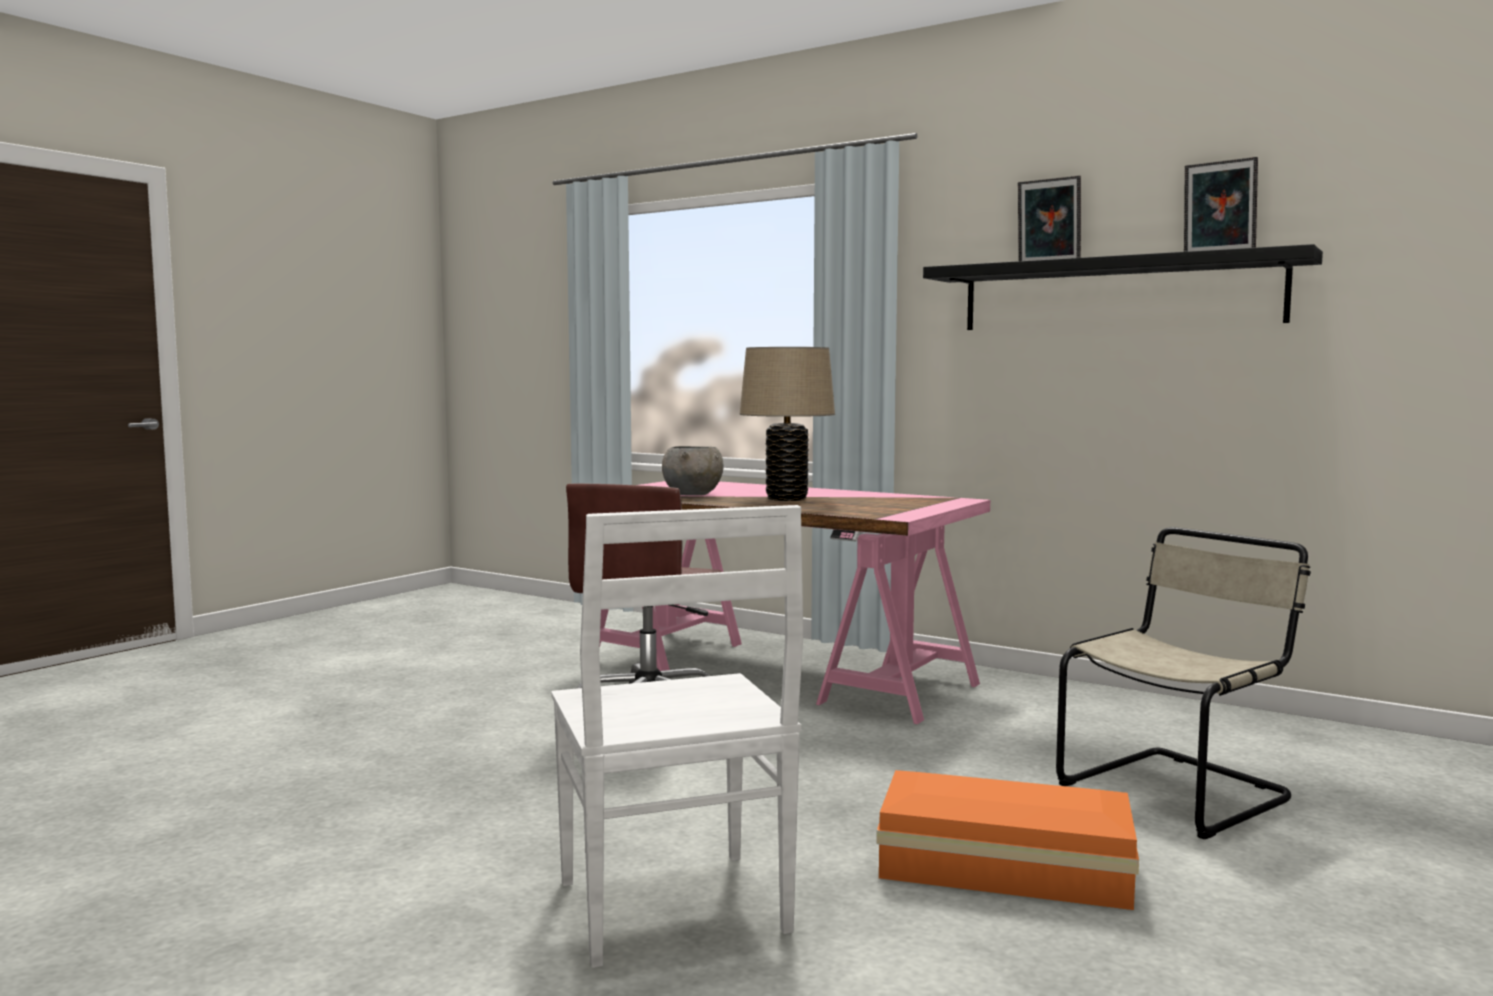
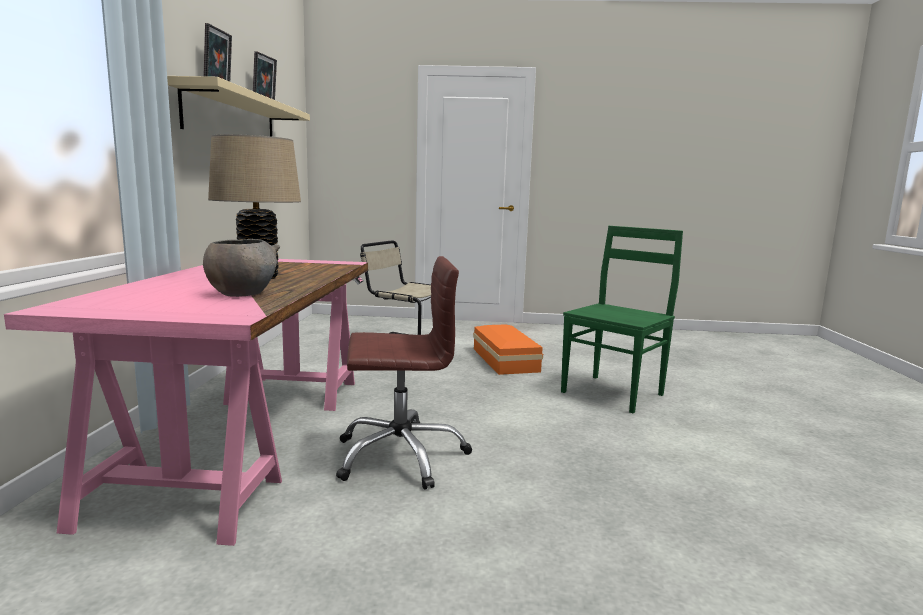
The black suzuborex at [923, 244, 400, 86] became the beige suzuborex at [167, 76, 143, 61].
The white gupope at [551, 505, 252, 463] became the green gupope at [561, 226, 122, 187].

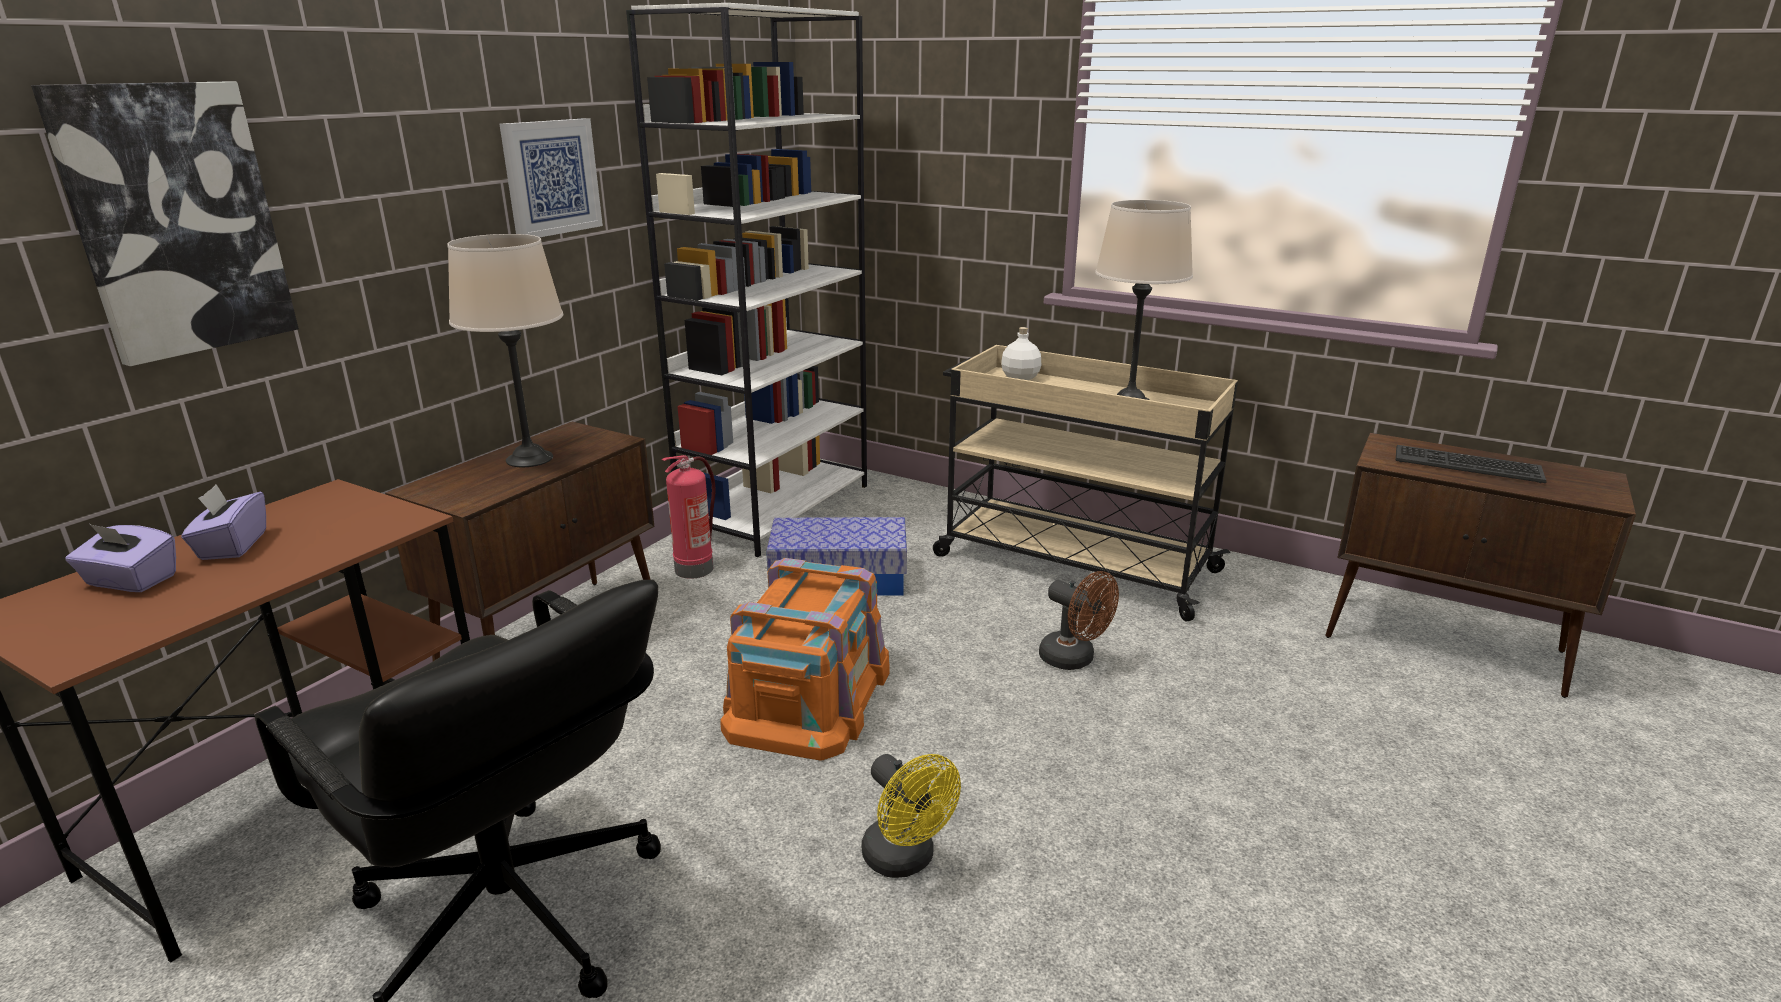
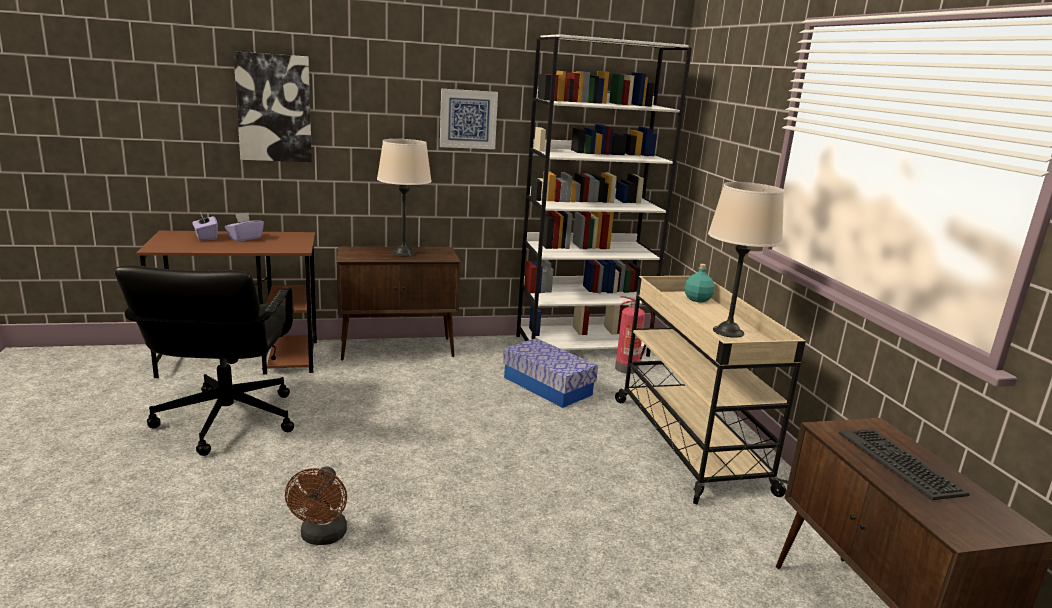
The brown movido moved from [1039, 571, 80, 99] to [285, 466, 62, 79].
The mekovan moved from [662, 455, 53, 124] to [615, 296, 39, 78].
The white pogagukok at [1001, 327, 40, 53] became the turquoise pogagukok at [684, 264, 31, 39].
The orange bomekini at [720, 558, 169, 203] disappeared.
The yellow movido at [862, 754, 99, 124] disappeared.

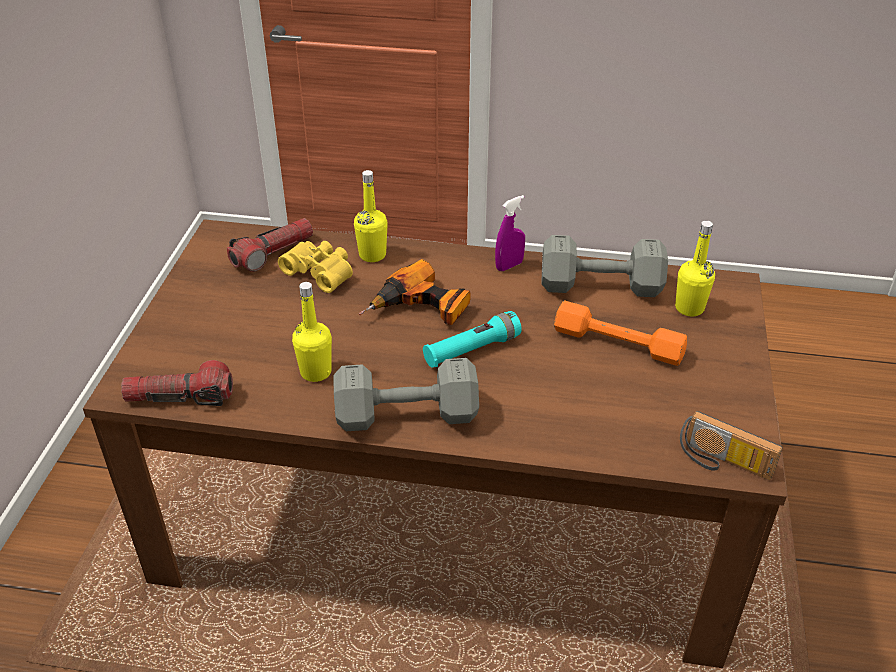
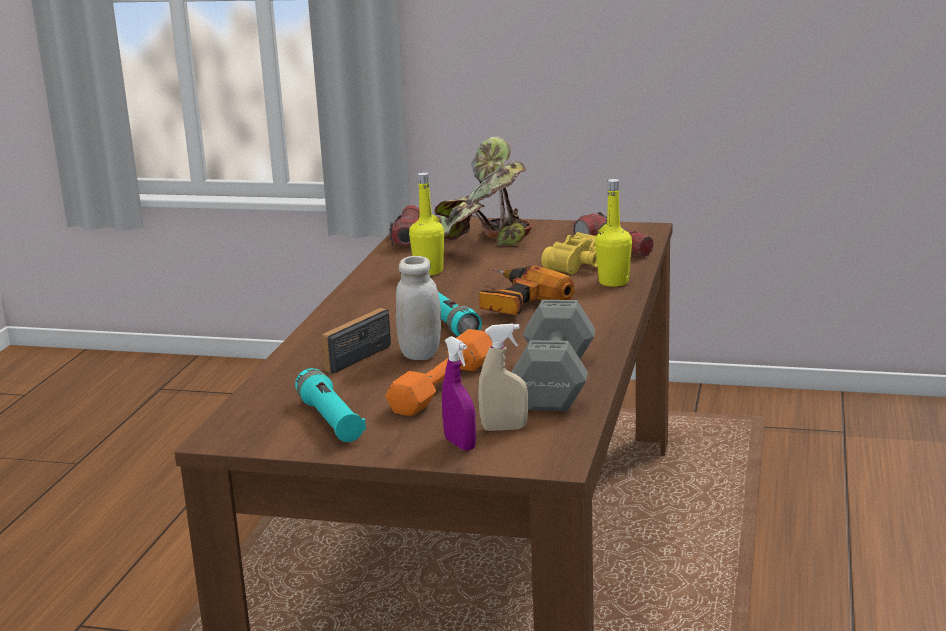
The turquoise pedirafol at [295, 368, 71, 74] appeared.
The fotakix moved from [680, 411, 103, 69] to [321, 308, 70, 66].
The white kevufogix at [396, 256, 45, 104] appeared.
The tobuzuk at [435, 136, 97, 110] appeared.
The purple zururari moved from [495, 195, 30, 76] to [442, 336, 34, 115].
The yellow pogagukok at [675, 221, 40, 95] was replaced by the beige zururari at [478, 324, 50, 107].
The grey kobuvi at [334, 358, 145, 73] disappeared.

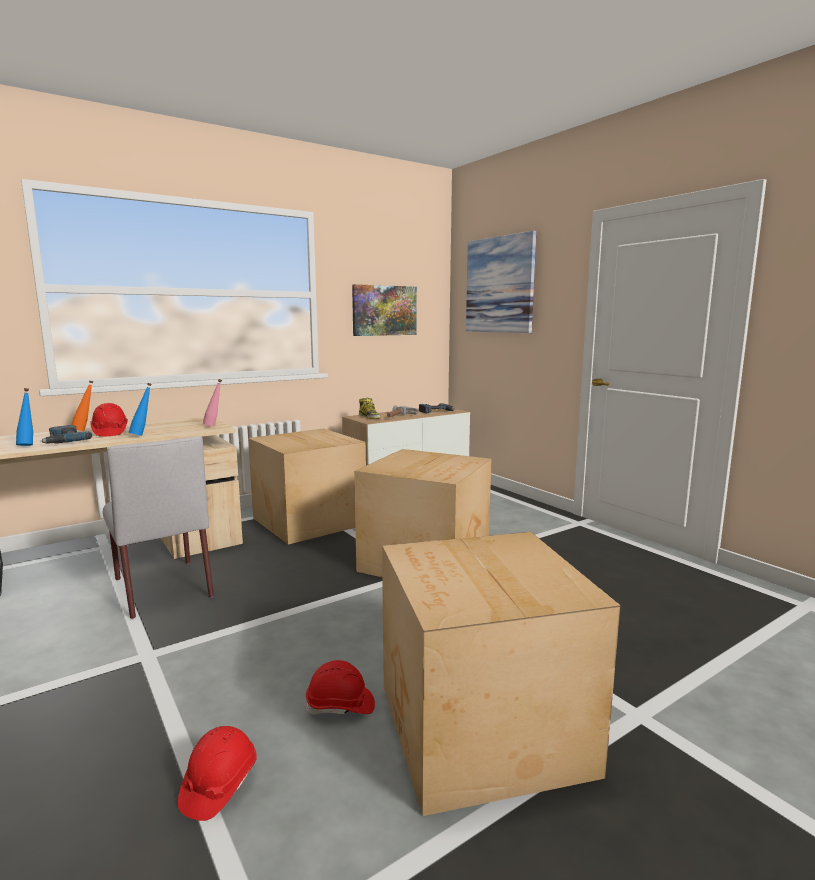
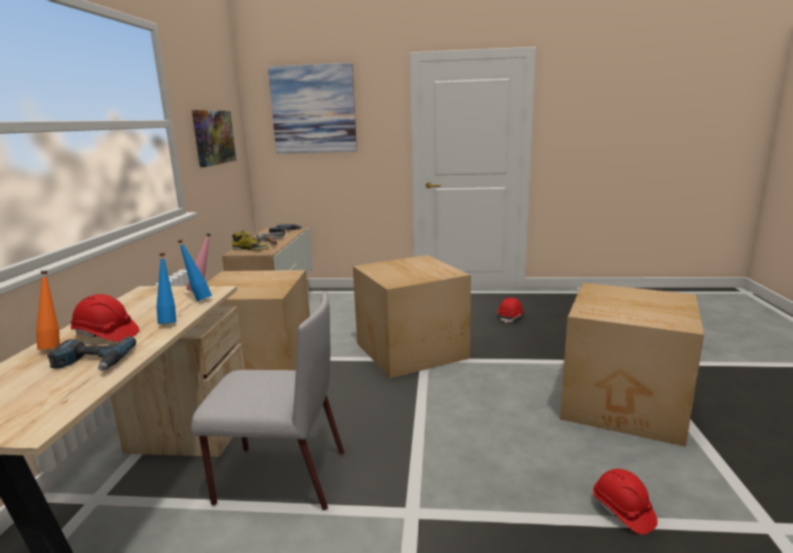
The blue pogagukok moved from [16, 388, 17, 58] to [178, 240, 34, 61].
The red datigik moved from [305, 660, 70, 55] to [498, 297, 26, 26].

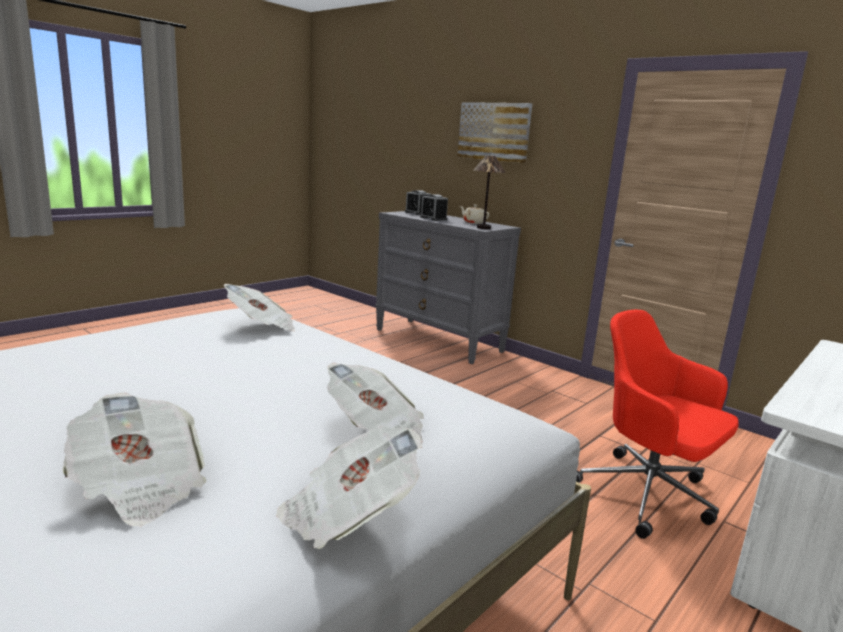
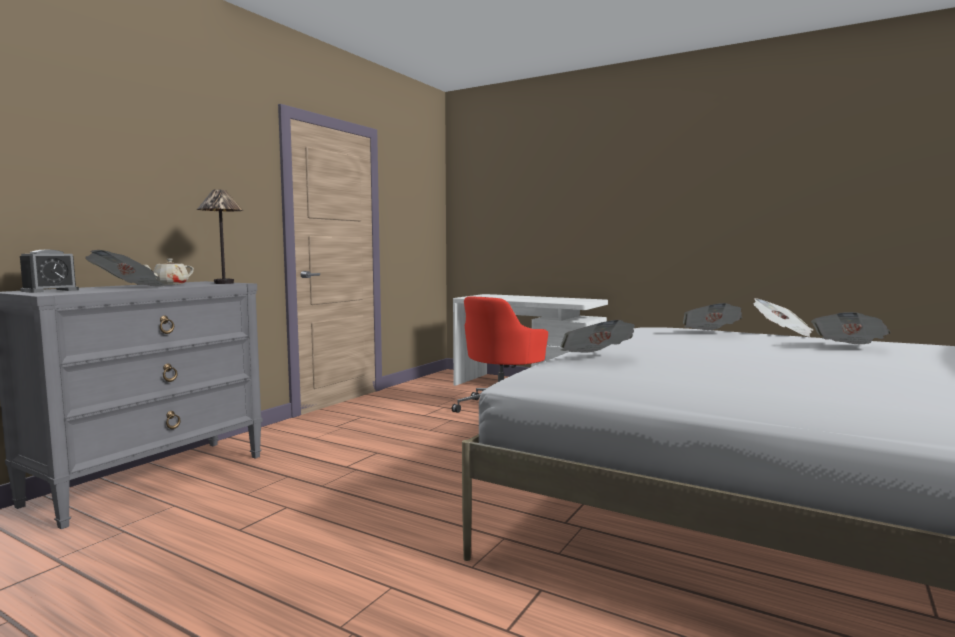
The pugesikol at [420, 194, 28, 27] was replaced by the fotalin at [85, 250, 80, 37].
The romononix at [457, 102, 75, 61] disappeared.

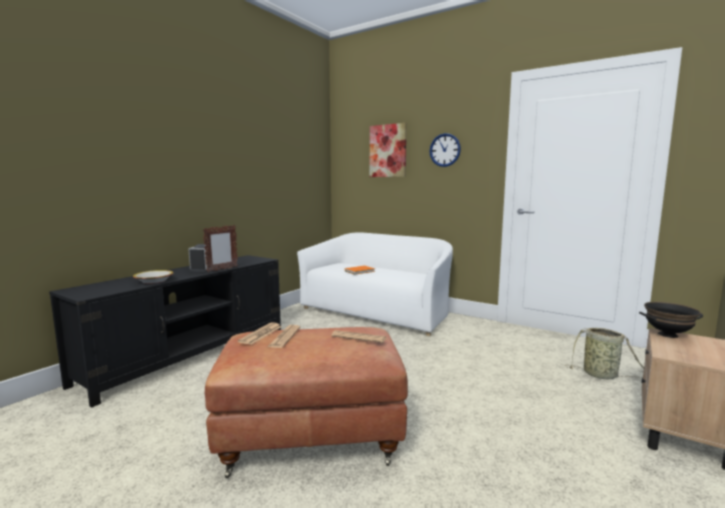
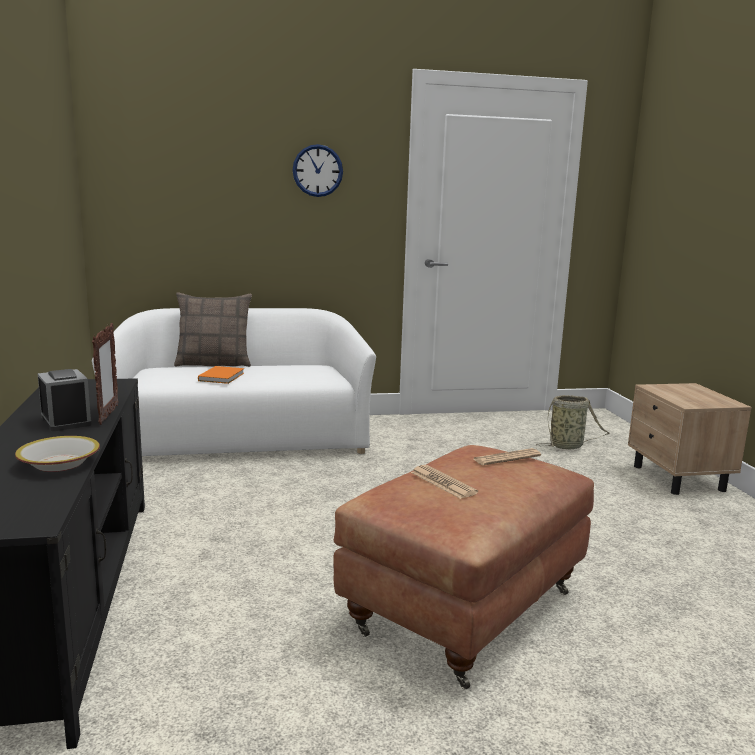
The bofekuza at [174, 292, 78, 75] appeared.
The fotalin at [238, 323, 43, 22] disappeared.
The romononix at [370, 123, 37, 54] disappeared.
The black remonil at [639, 302, 64, 36] disappeared.

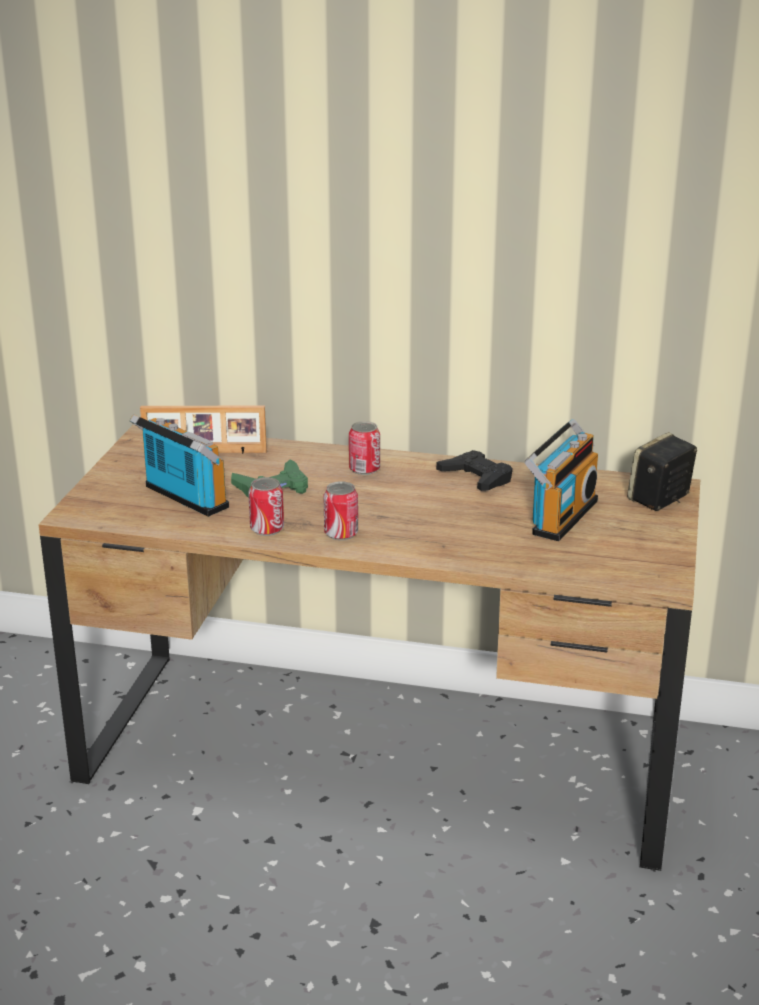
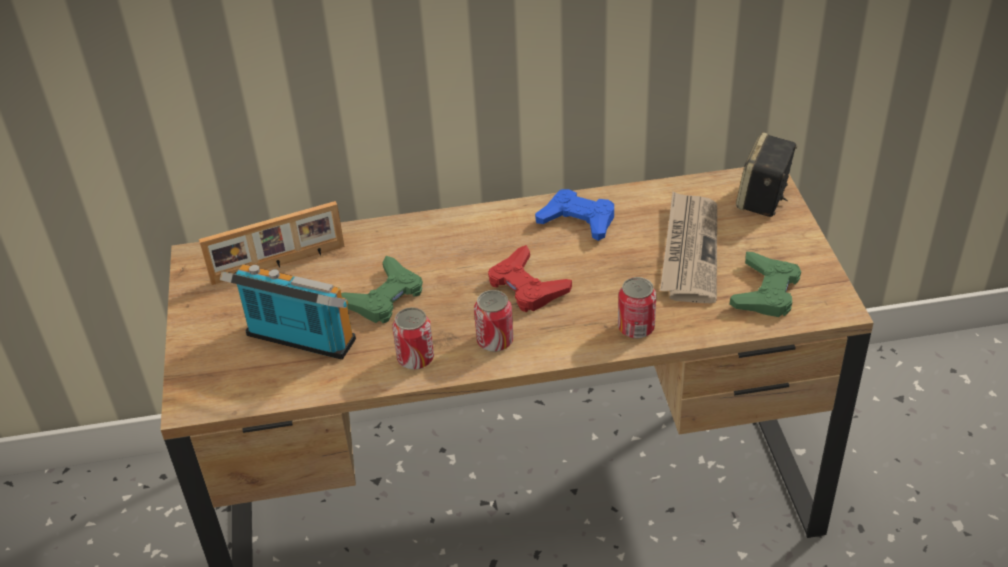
The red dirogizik at [488, 245, 84, 67] appeared.
The black dirogizik at [436, 450, 77, 41] became the blue dirogizik at [535, 189, 79, 52].
The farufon moved from [349, 421, 31, 54] to [618, 277, 39, 62].
The fotakix at [524, 419, 74, 122] was replaced by the fotalin at [660, 191, 57, 112].
The green dirogizik at [730, 251, 71, 66] appeared.

